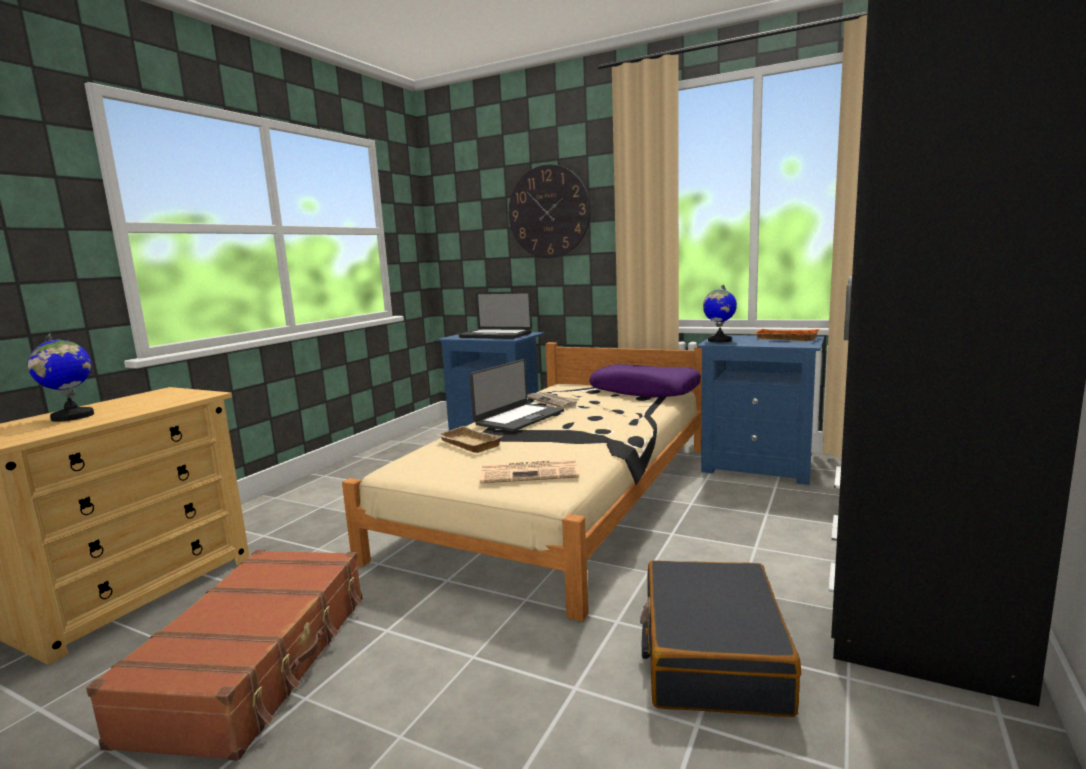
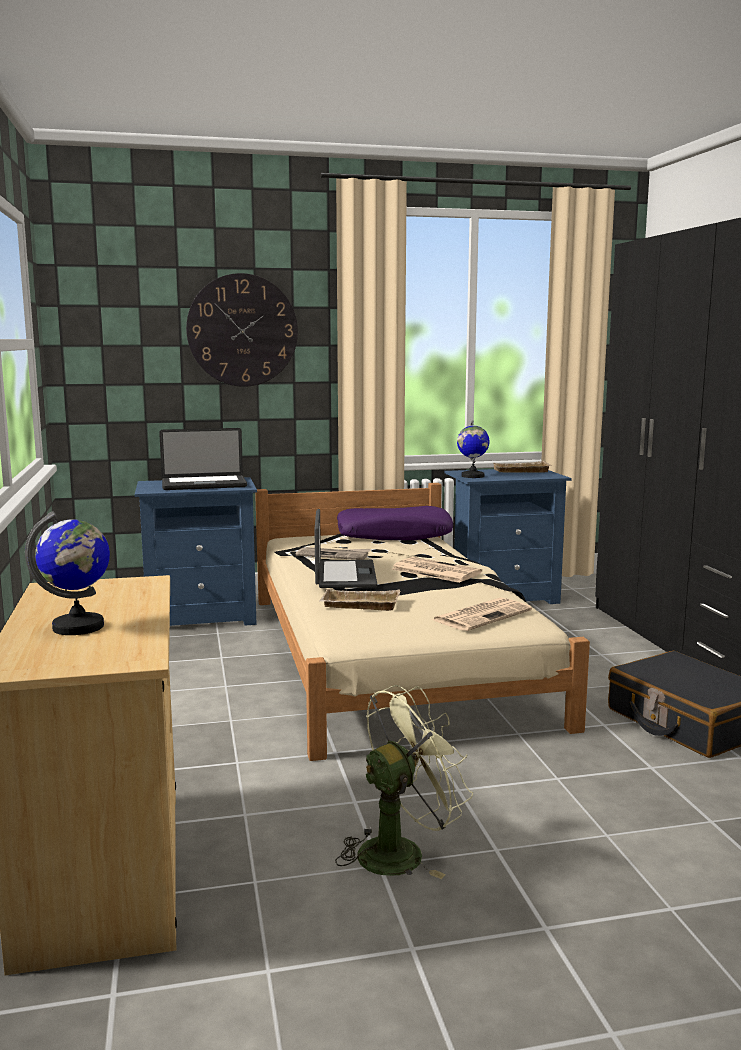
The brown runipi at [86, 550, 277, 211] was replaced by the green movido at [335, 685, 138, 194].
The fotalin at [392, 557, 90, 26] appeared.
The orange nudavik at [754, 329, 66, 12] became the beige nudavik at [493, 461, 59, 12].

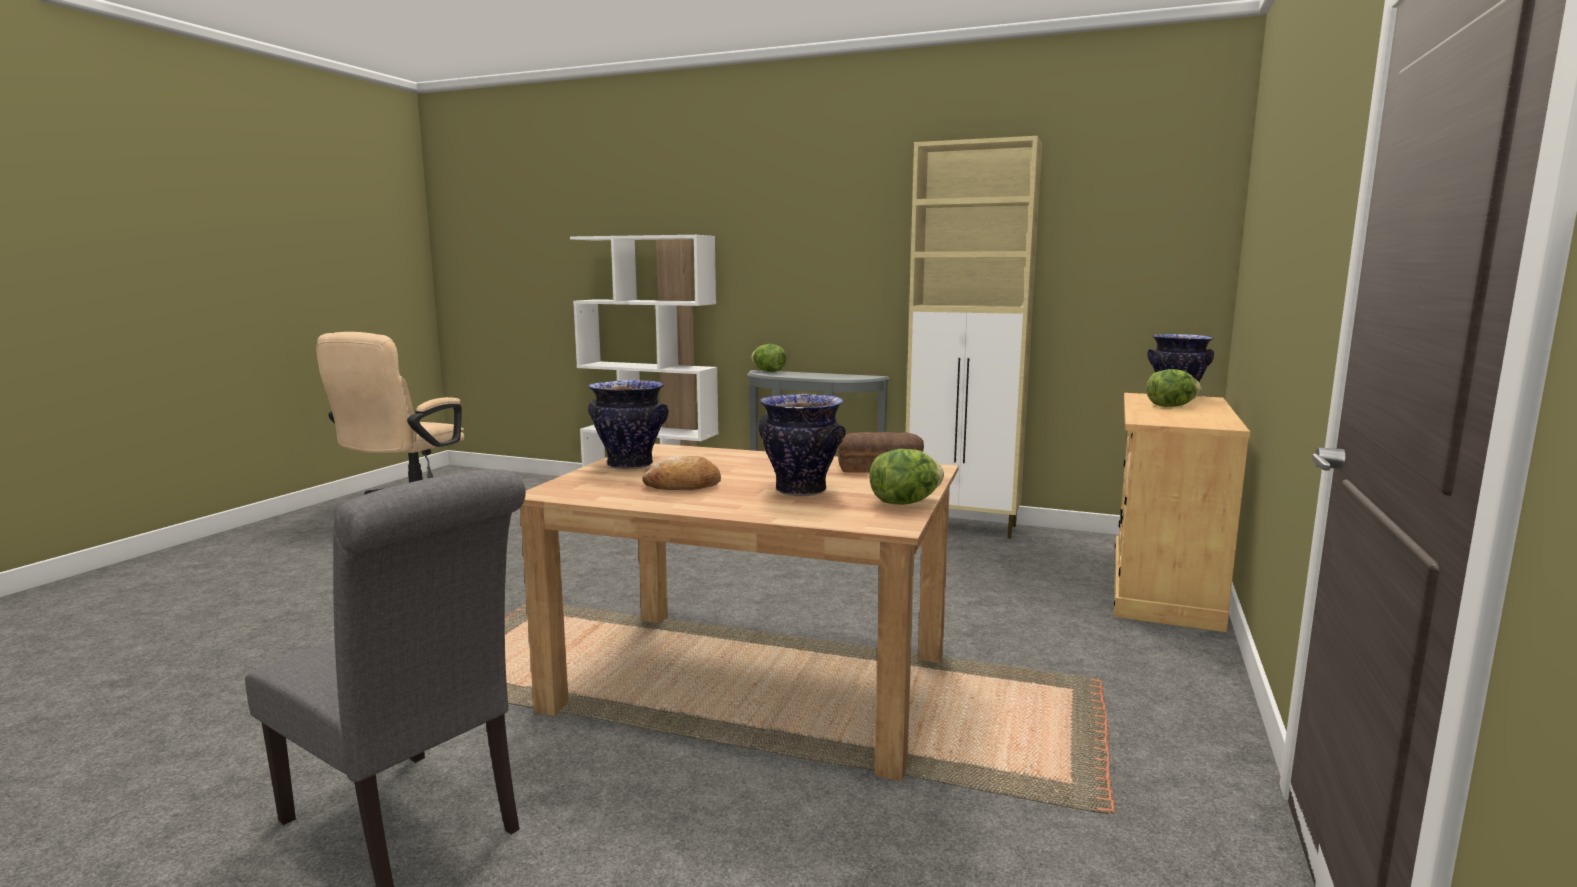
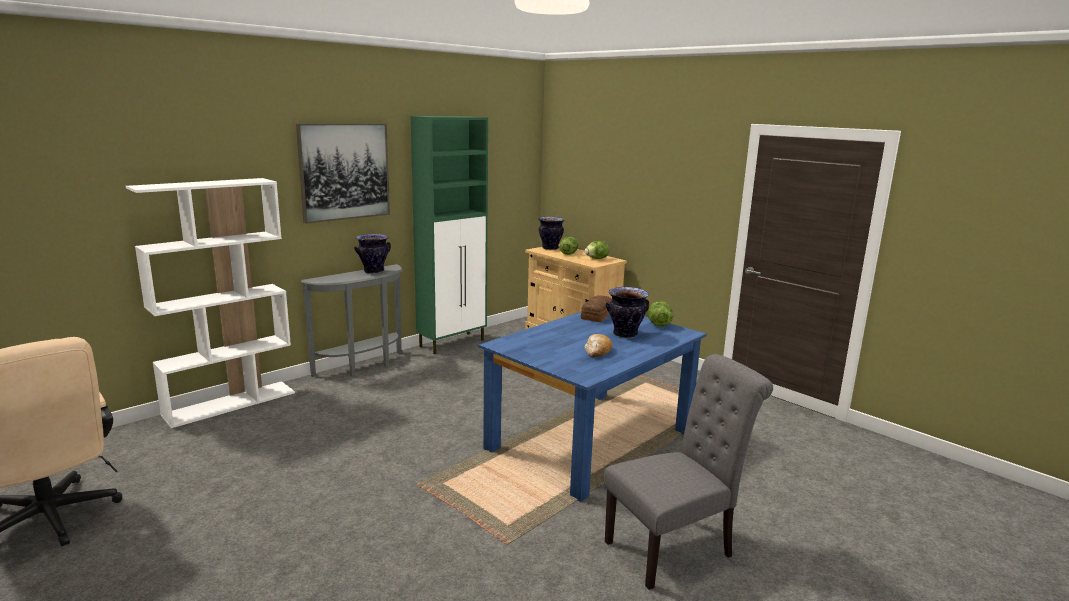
The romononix at [296, 123, 94, 101] appeared.
The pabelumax moved from [588, 380, 80, 89] to [354, 234, 37, 40].
The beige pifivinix at [906, 136, 136, 403] became the green pifivinix at [411, 116, 77, 238].
The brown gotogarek at [520, 444, 439, 337] became the blue gotogarek at [478, 311, 229, 191].
The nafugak moved from [751, 344, 35, 28] to [585, 241, 24, 18].

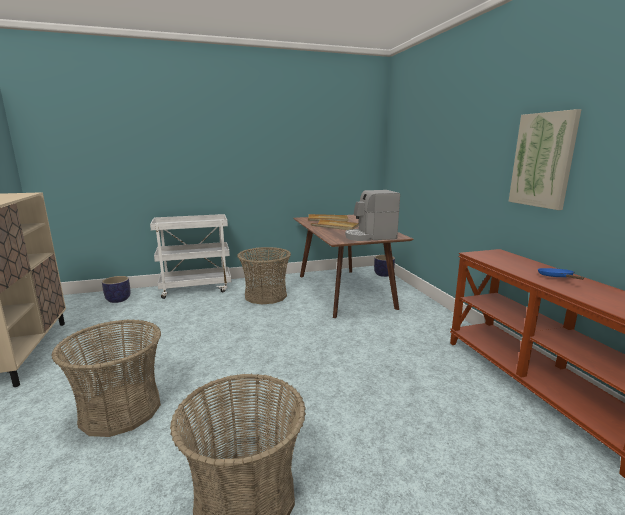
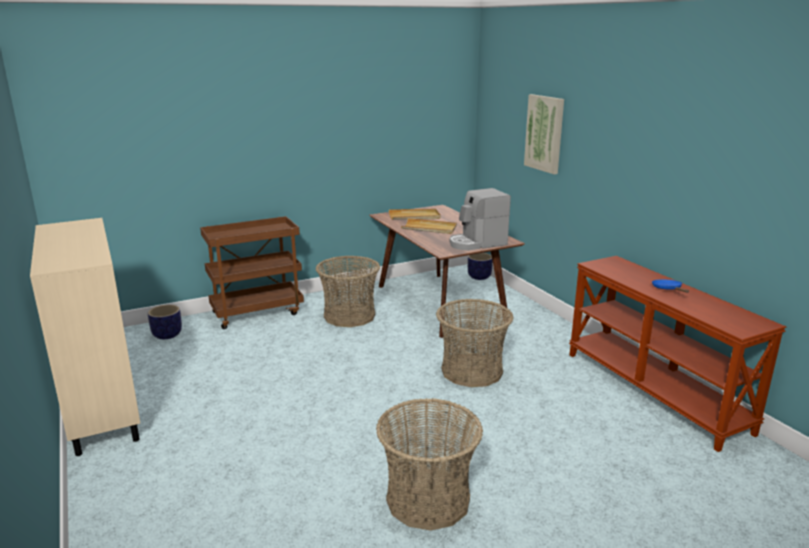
The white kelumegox at [150, 214, 81, 85] became the brown kelumegox at [200, 216, 104, 113].
The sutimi moved from [52, 319, 109, 118] to [436, 299, 77, 88].
The romononix moved from [508, 109, 74, 101] to [524, 94, 40, 80].

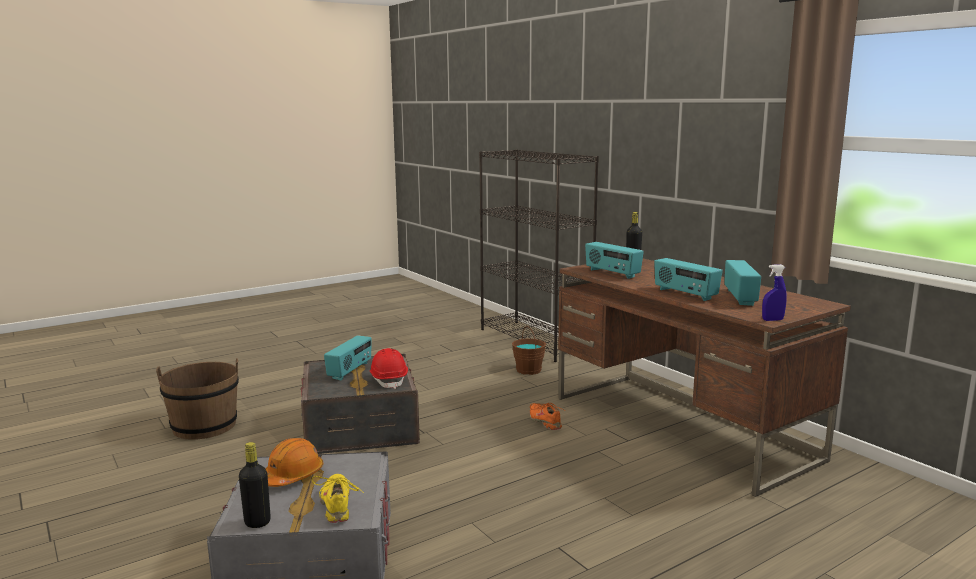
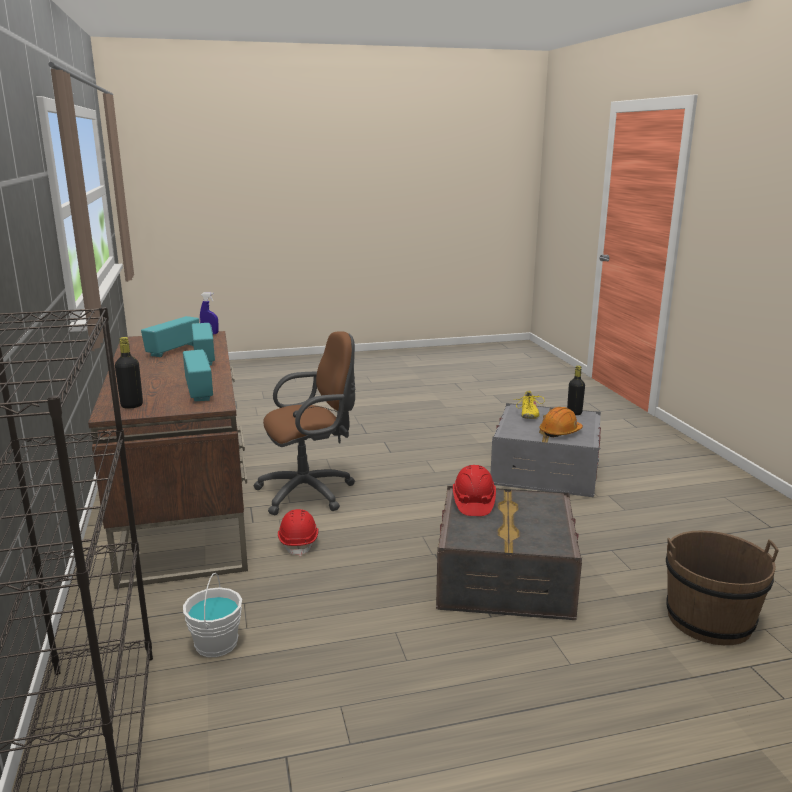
The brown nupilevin at [512, 326, 34, 49] became the white nupilevin at [183, 573, 59, 84].
The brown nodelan at [253, 331, 102, 184] appeared.
The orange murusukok at [530, 403, 34, 27] was replaced by the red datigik at [278, 509, 41, 48].
The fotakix at [324, 335, 47, 46] disappeared.

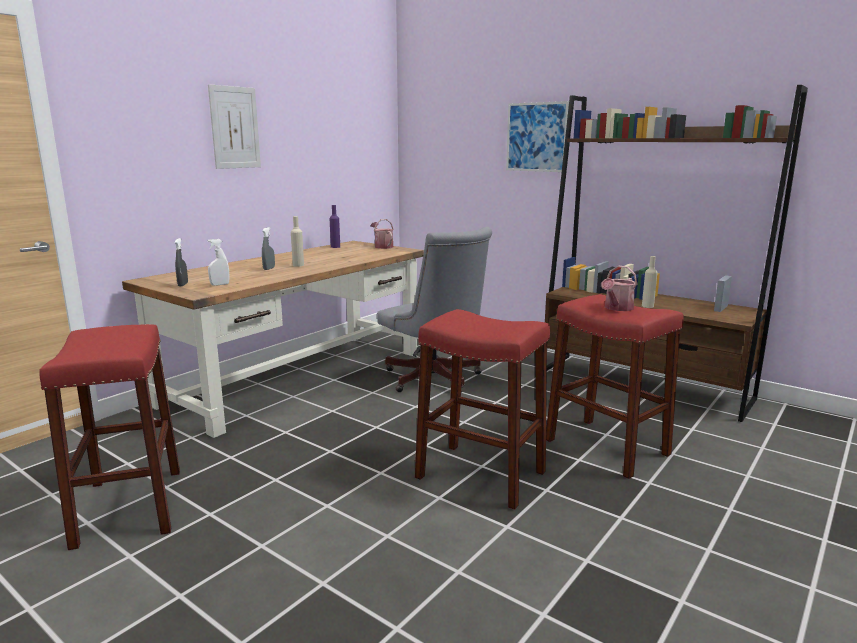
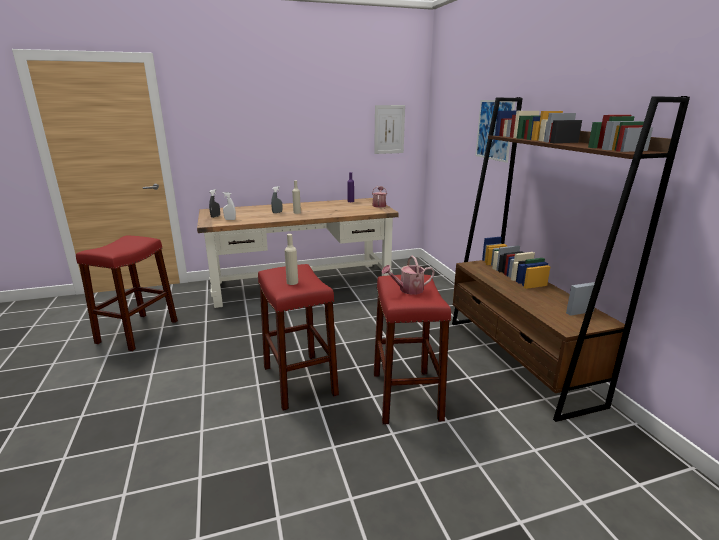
The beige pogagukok moved from [642, 256, 16, 52] to [285, 234, 13, 51].
The romononix moved from [208, 84, 53, 85] to [374, 105, 31, 49].
The grey nodelan at [377, 227, 115, 166] disappeared.

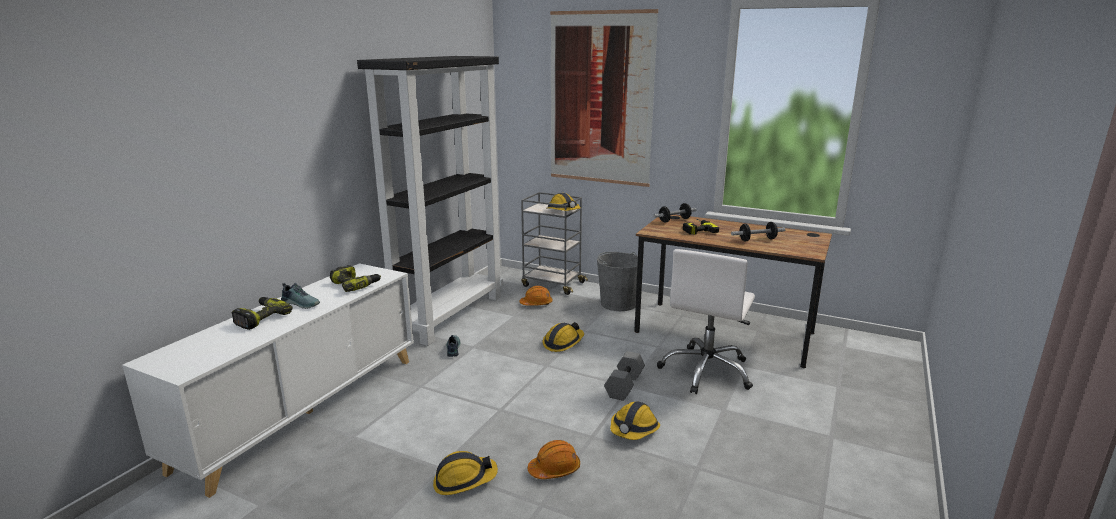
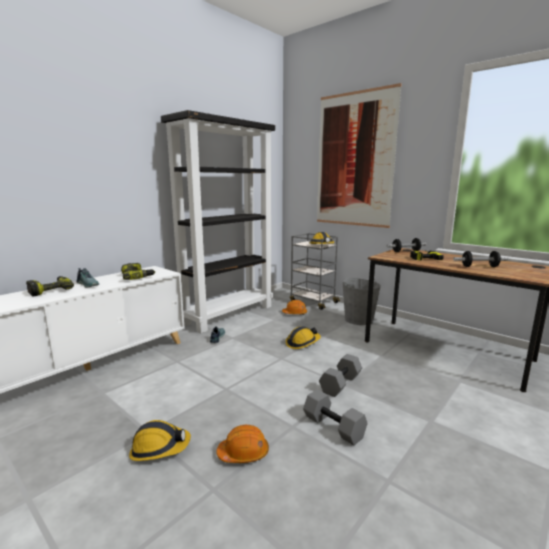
The datigik at [610, 401, 50, 39] was replaced by the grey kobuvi at [303, 389, 65, 57].
The white nodelan at [657, 249, 98, 145] disappeared.

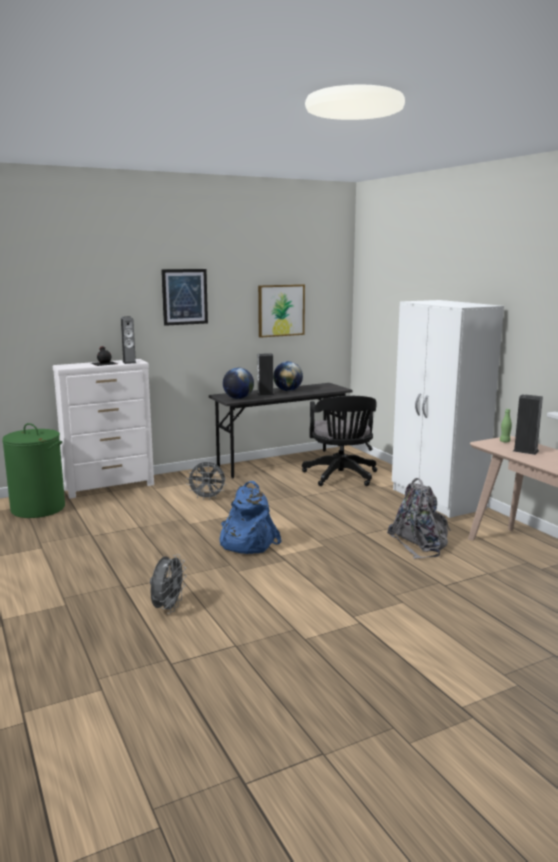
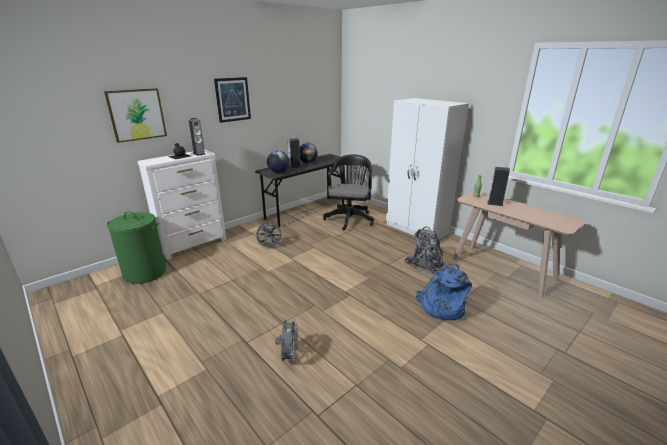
The romononix moved from [258, 284, 47, 54] to [104, 88, 63, 55].
The black nodelan at [302, 396, 75, 90] turned 150 degrees counterclockwise.
The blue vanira moved from [220, 481, 62, 73] to [416, 263, 56, 57].

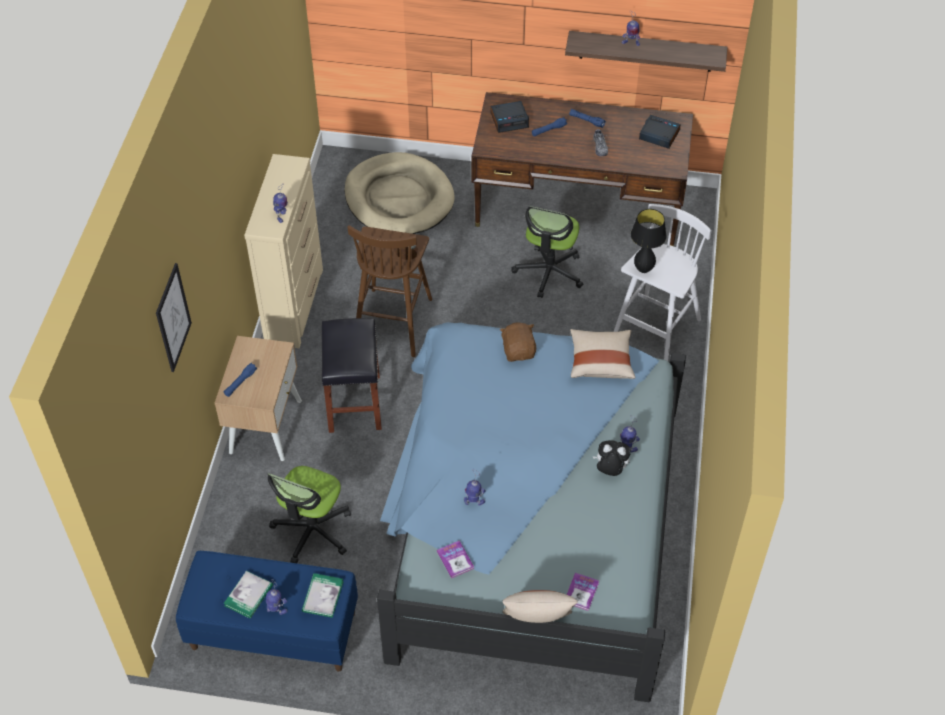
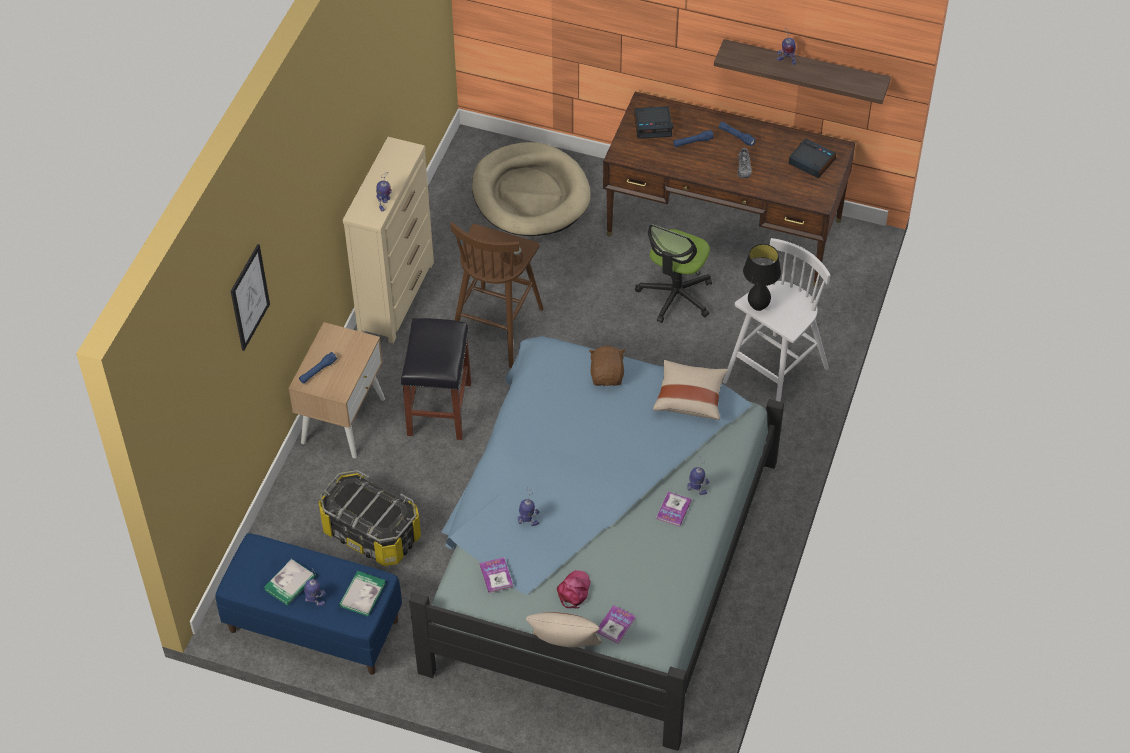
The nodelan at [268, 466, 83, 97] was replaced by the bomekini at [318, 470, 103, 96].
The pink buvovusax at [557, 570, 33, 38] appeared.
The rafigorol at [593, 440, 38, 36] was replaced by the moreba at [657, 492, 34, 35].

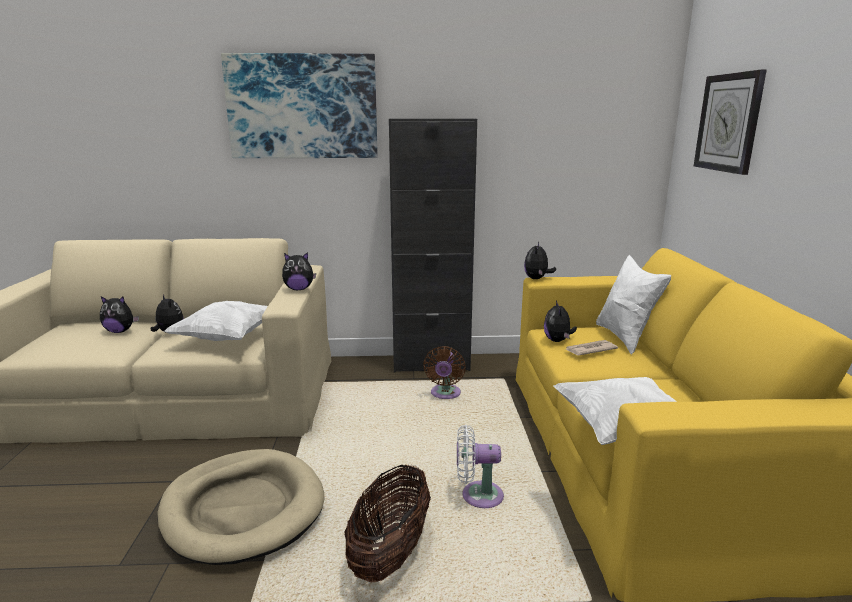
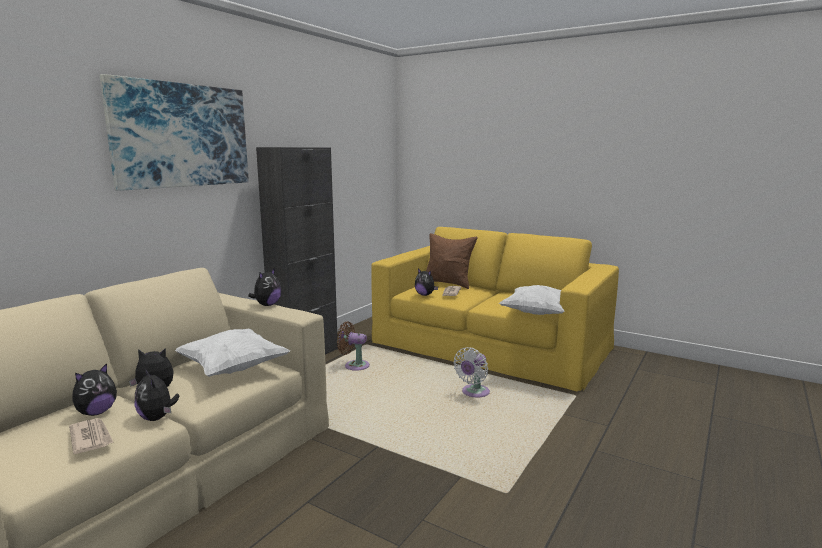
The fotalin at [69, 418, 45, 36] appeared.
The rafigorol moved from [524, 242, 32, 37] to [135, 369, 44, 52].
The brown movido at [423, 346, 43, 53] turned 150 degrees clockwise.
The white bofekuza at [596, 255, 75, 100] became the brown bofekuza at [426, 233, 52, 56].
The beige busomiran at [157, 449, 167, 116] disappeared.
The sutimi at [344, 465, 87, 118] disappeared.
The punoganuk at [694, 70, 73, 105] disappeared.

